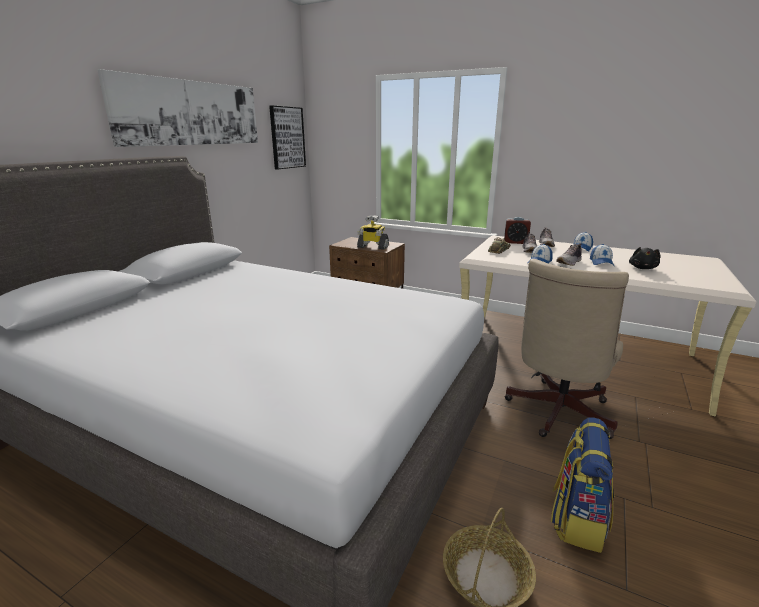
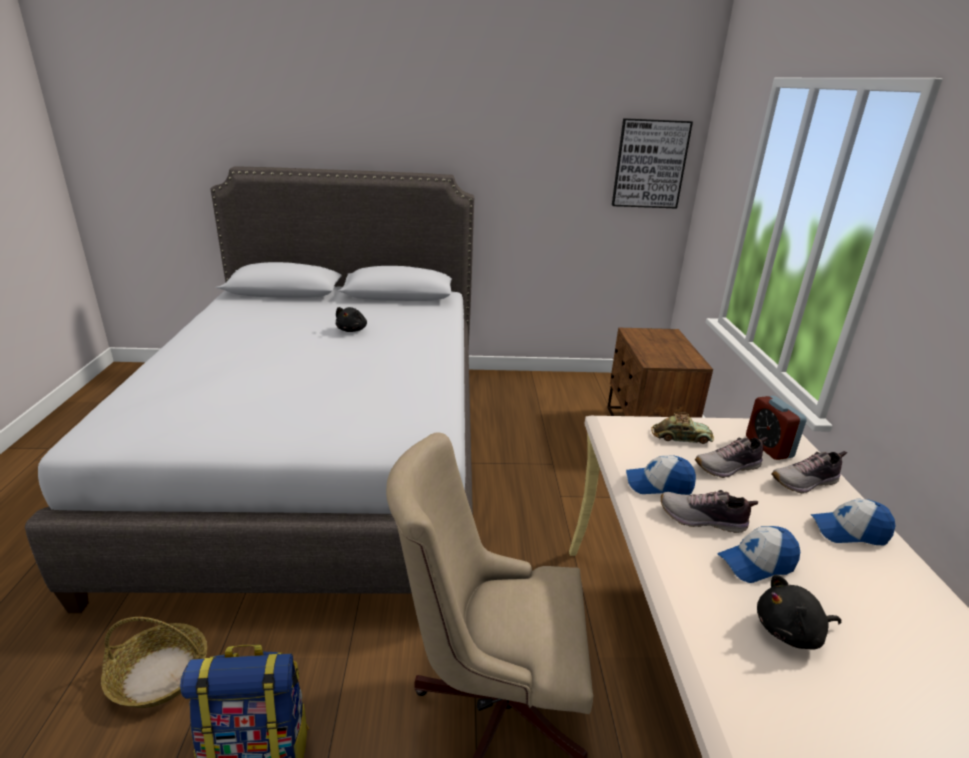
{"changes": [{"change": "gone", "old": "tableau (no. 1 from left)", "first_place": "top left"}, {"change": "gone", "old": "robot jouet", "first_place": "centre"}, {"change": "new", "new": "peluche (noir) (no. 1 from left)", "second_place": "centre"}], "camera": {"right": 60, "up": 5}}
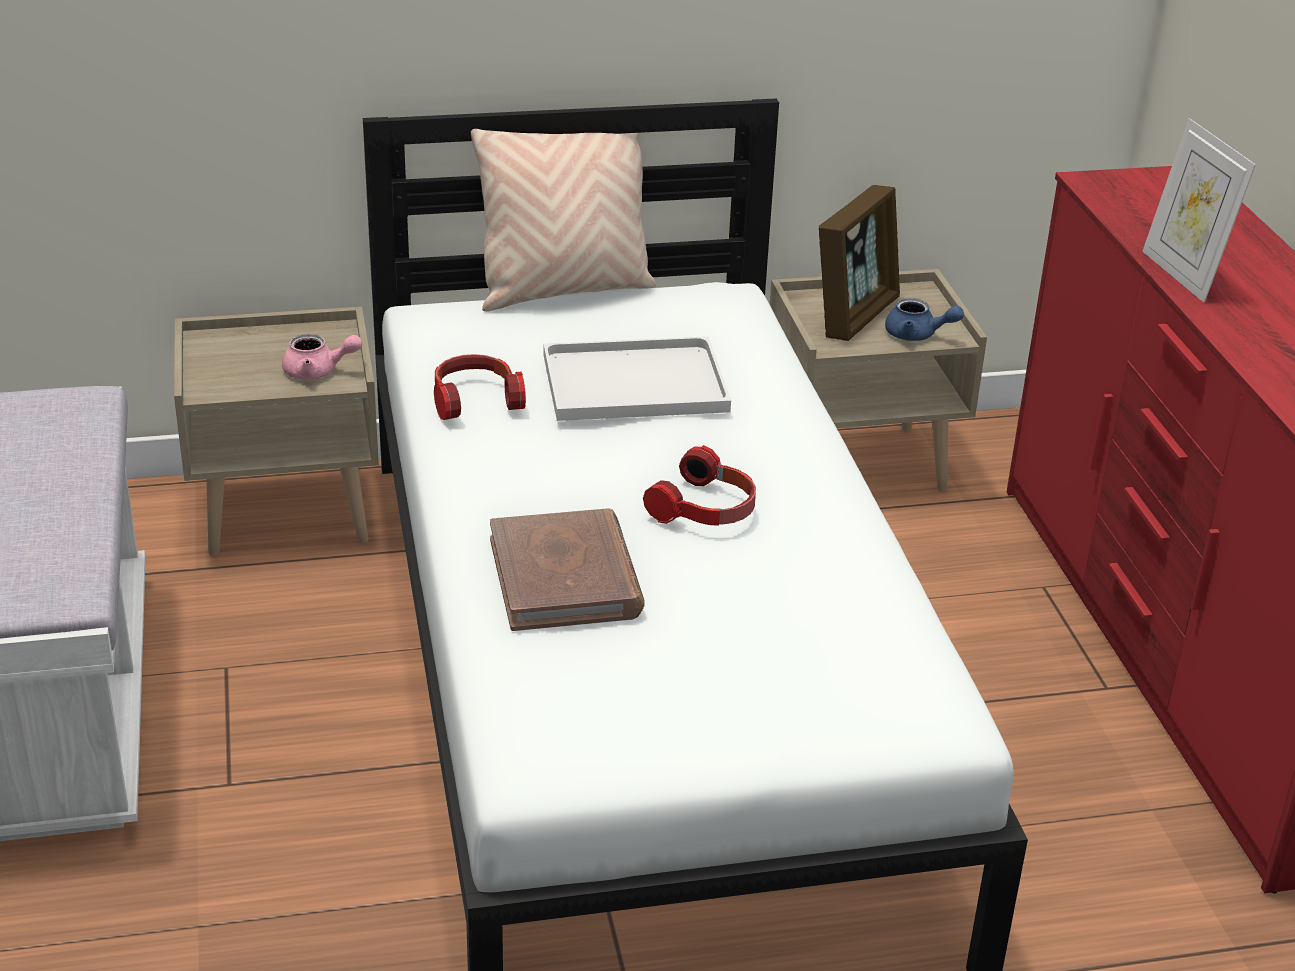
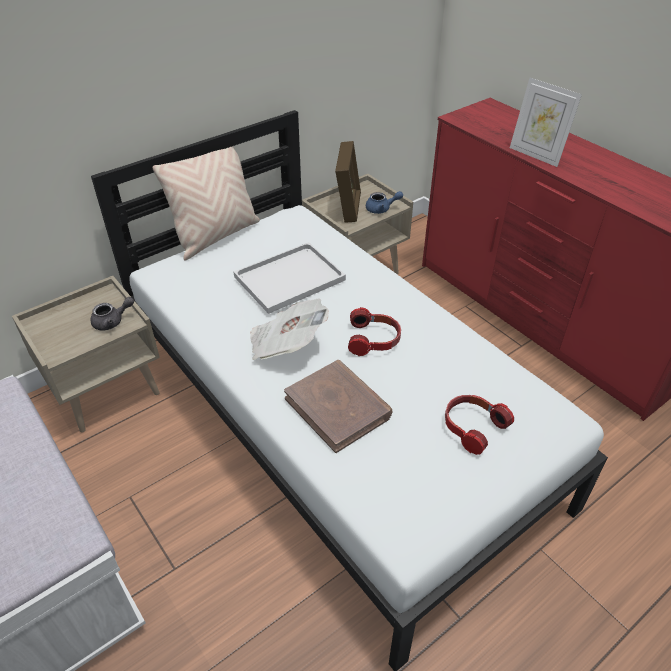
{"changes": [{"change": "repainted", "old": "théière (rose)", "new": "théière (gris)", "first_place": "middle left", "second_place": "middle left"}, {"change": "shifted", "old": "casque audio (no. 1 from left in the first image)", "new": "casque audio (no. 2 from left)", "first_place": "centre", "second_place": "middle right"}, {"change": "new", "new": "journal", "second_place": "centre"}], "camera": {"right": -25, "up": 10}}
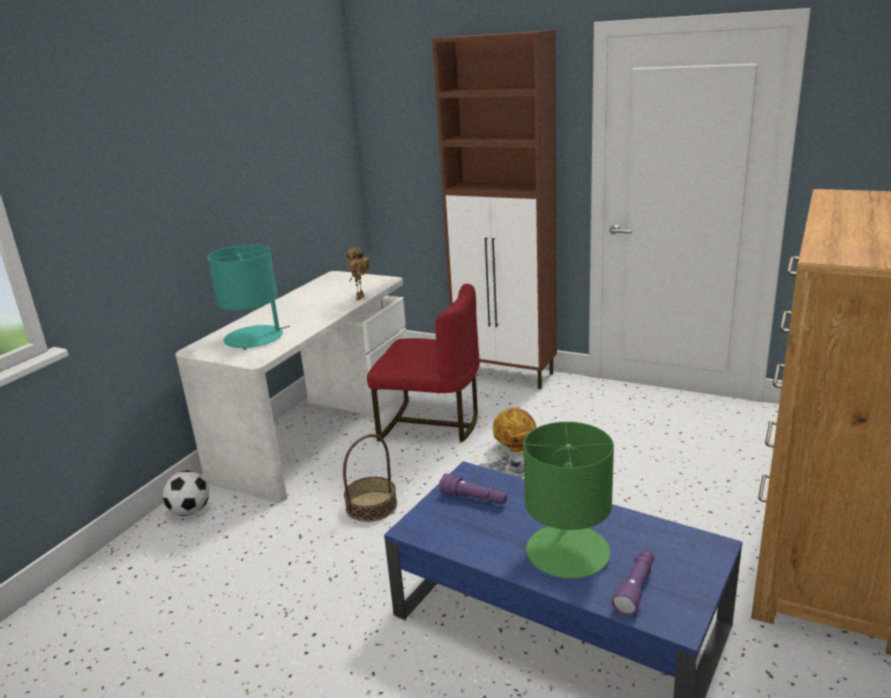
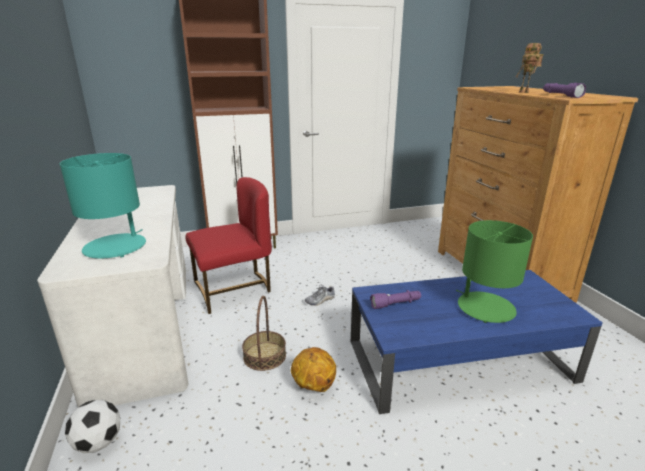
{"changes": [{"change": "shifted", "old": "robot jouet", "first_place": "centre", "second_place": "top right"}, {"change": "shifted", "old": "ballon de basket", "first_place": "centre", "second_place": "bottom centre"}, {"change": "shifted", "old": "lampe de poche (violet) (no. 2 from left)", "first_place": "bottom right", "second_place": "top right"}], "camera": {"right": -45, "up": 0}}
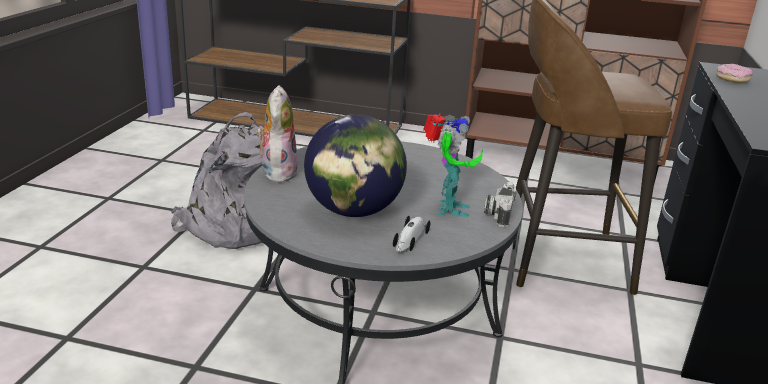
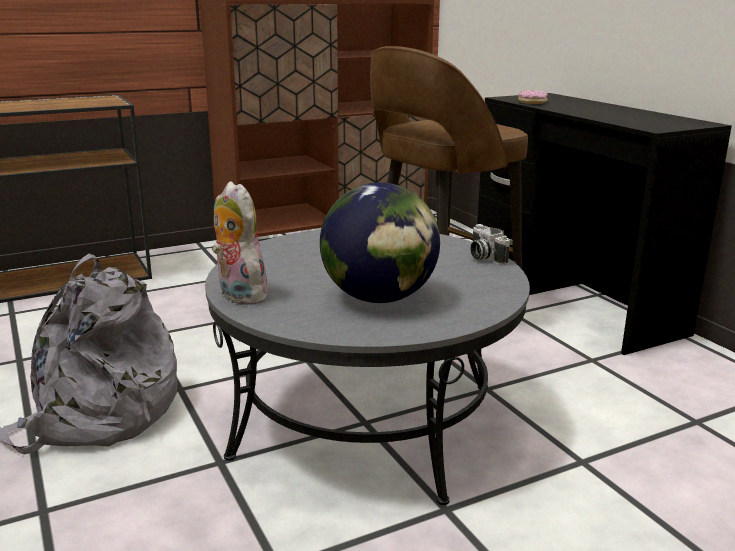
{"changes": [{"change": "gone", "old": "petite voiture", "first_place": "centre"}, {"change": "gone", "old": "robot jouet", "first_place": "centre"}], "camera": {"right": -40, "up": -5}}
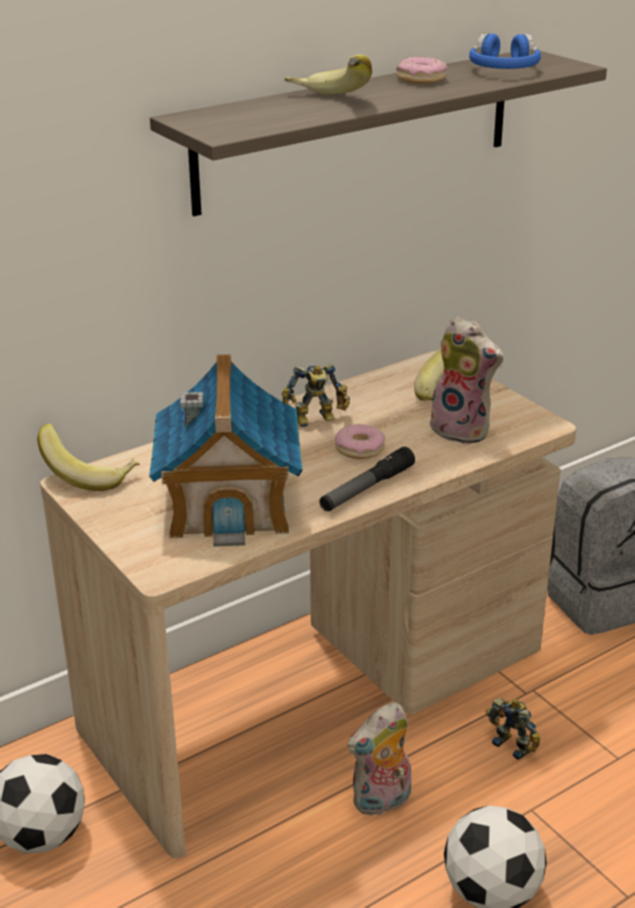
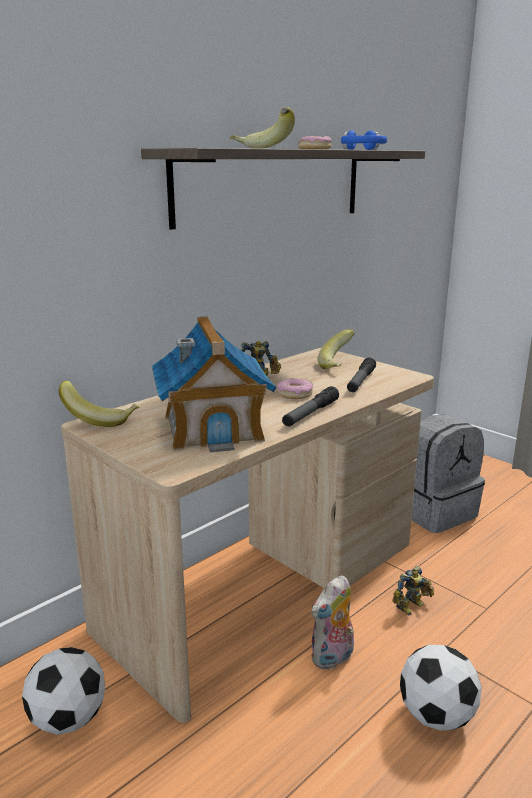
{"changes": [{"change": "swapped", "old": "peluche (no. 2 from left)", "new": "lampe de poche (no. 2 from left)", "first_place": "middle right", "second_place": "middle right"}, {"change": "rotated", "old": "robot jouet (no. 2 from left)", "first_place": "bottom right", "second_place": "bottom right", "degrees": 105}], "camera": {"right": -10, "up": -10}}
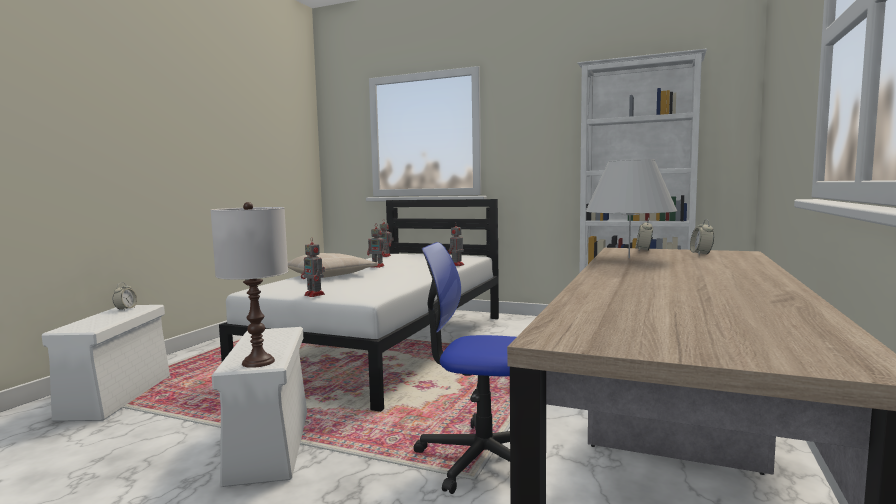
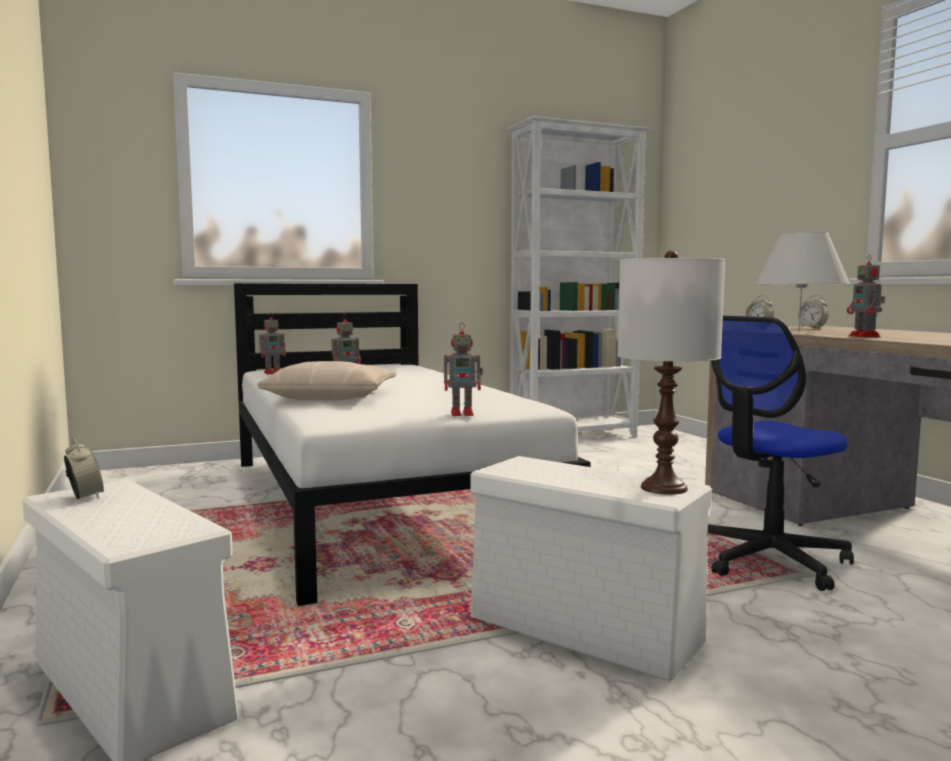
{"changes": [{"change": "shifted", "old": "robot jouet (no. 4 from left)", "first_place": "centre", "second_place": "middle right"}], "camera": {"right": -45, "up": 0}}
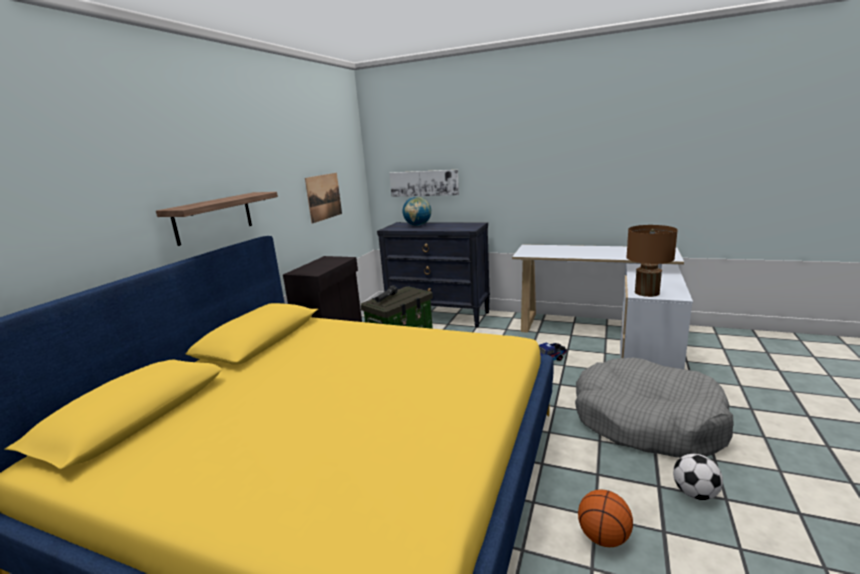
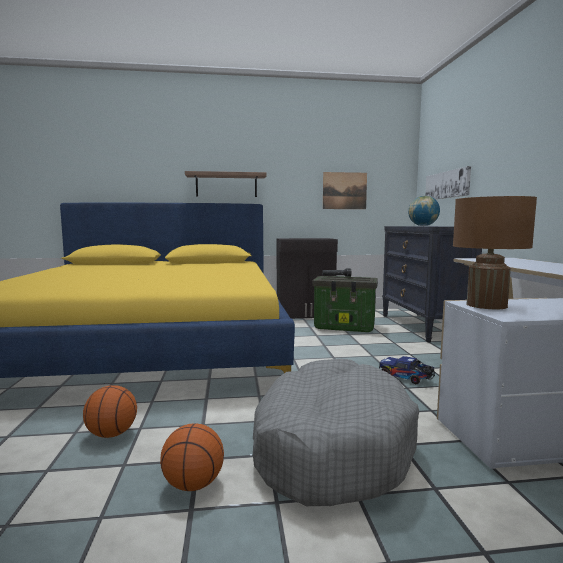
{"changes": [{"change": "swapped", "old": "ballon de foot", "new": "ballon de basket (no. 2 from left)", "first_place": "bottom right", "second_place": "bottom centre"}], "camera": {"right": 60, "up": -10}}
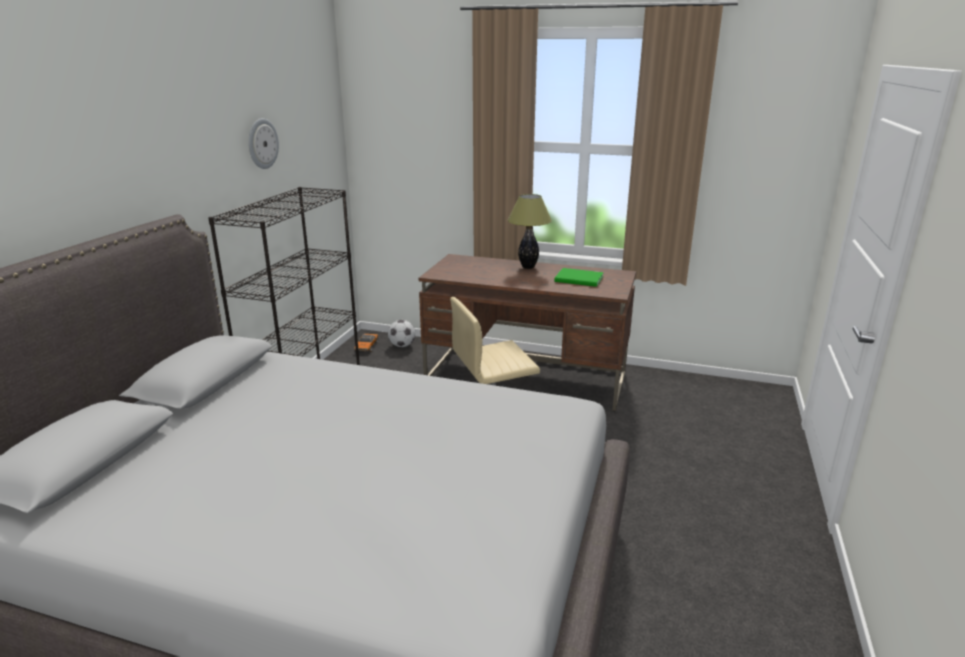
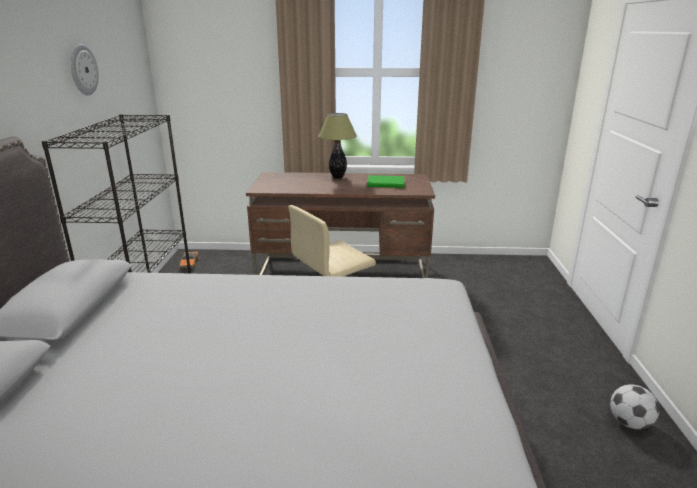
{"changes": [{"change": "shifted", "old": "ballon de foot", "first_place": "centre", "second_place": "bottom right"}], "camera": {"right": -15, "up": 0}}
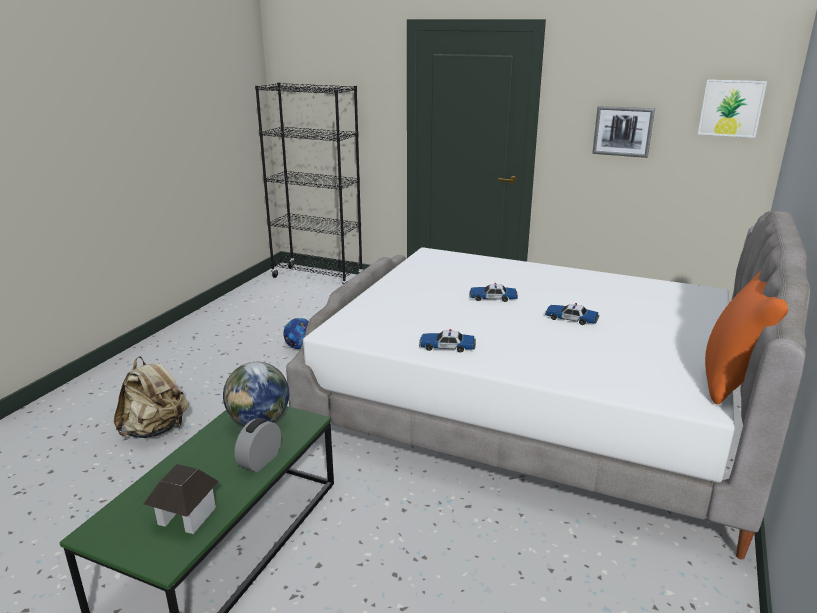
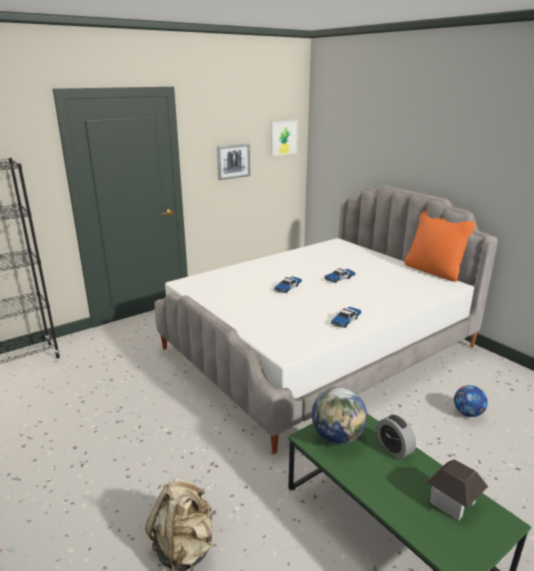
{"changes": [{"change": "shifted", "old": "ballon de foot", "first_place": "centre", "second_place": "bottom right"}], "camera": {"right": -60, "up": 0}}
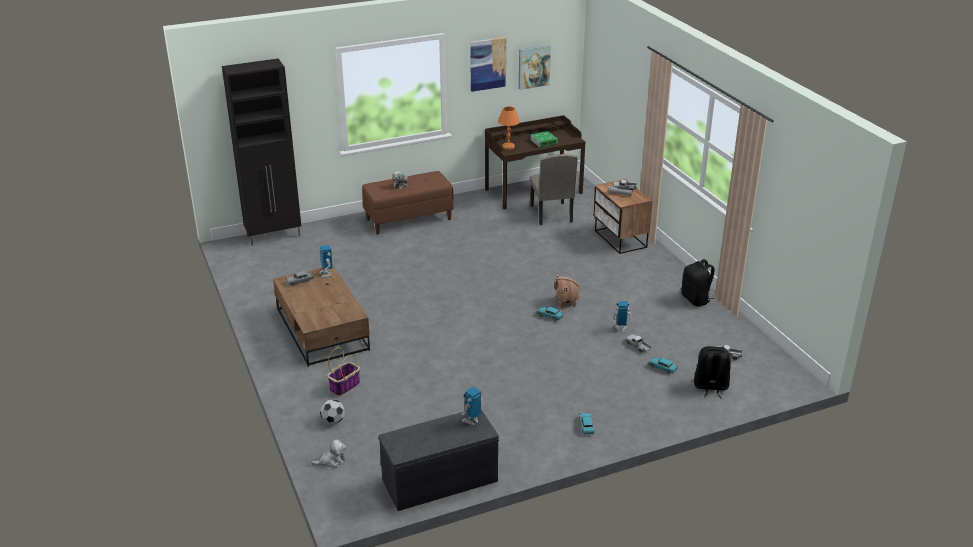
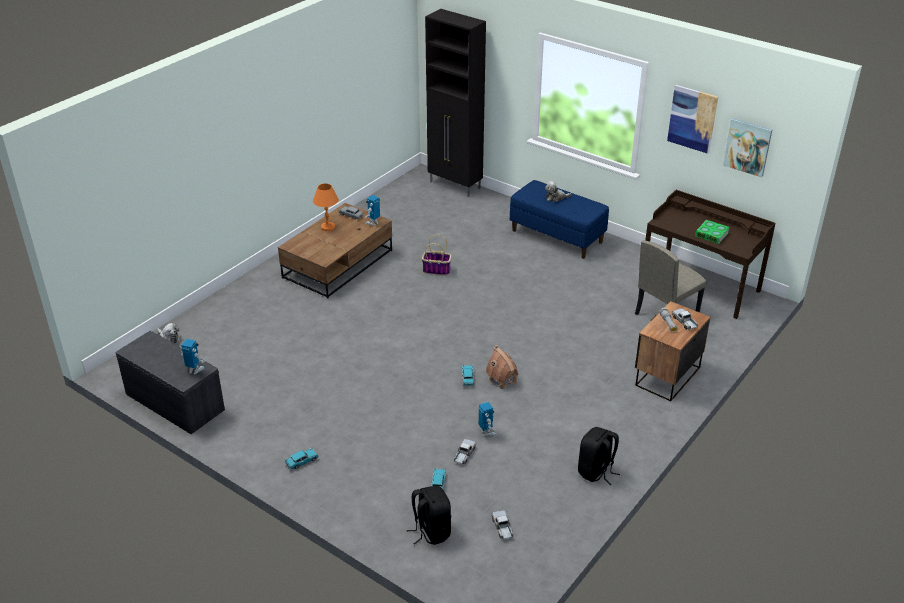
{"changes": [{"change": "gone", "old": "ballon de foot", "first_place": "bottom centre"}, {"change": "shifted", "old": "panier", "first_place": "bottom centre", "second_place": "centre"}, {"change": "repainted", "old": "banc (marron)", "new": "banc (bleu)", "first_place": "centre", "second_place": "centre"}, {"change": "shifted", "old": "lampe de table (orange)", "first_place": "top centre", "second_place": "centre"}], "camera": {"right": 60, "up": 5}}
